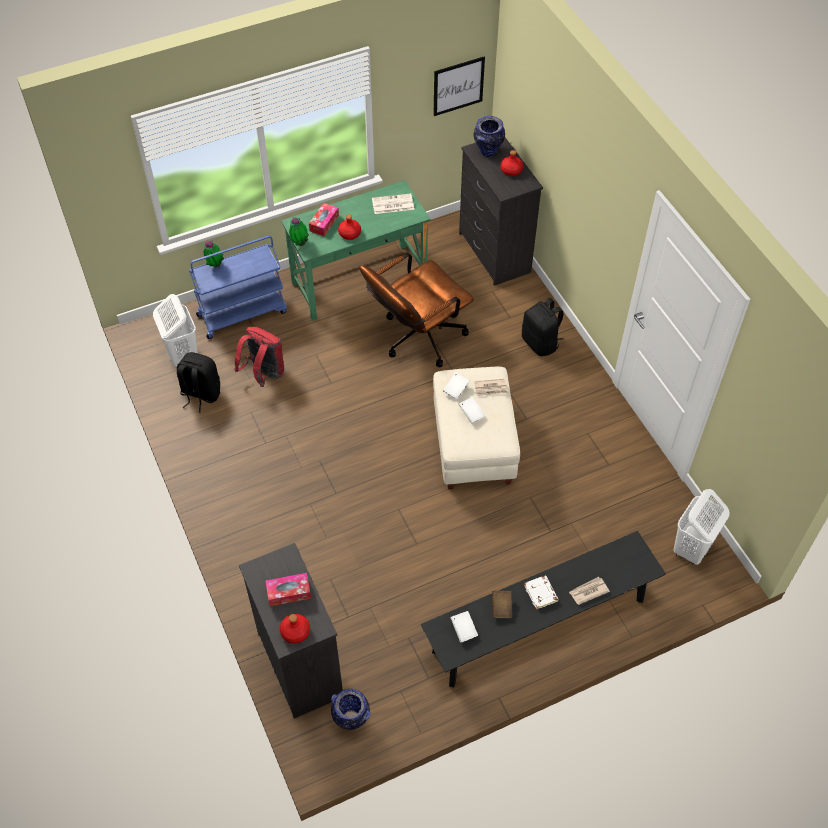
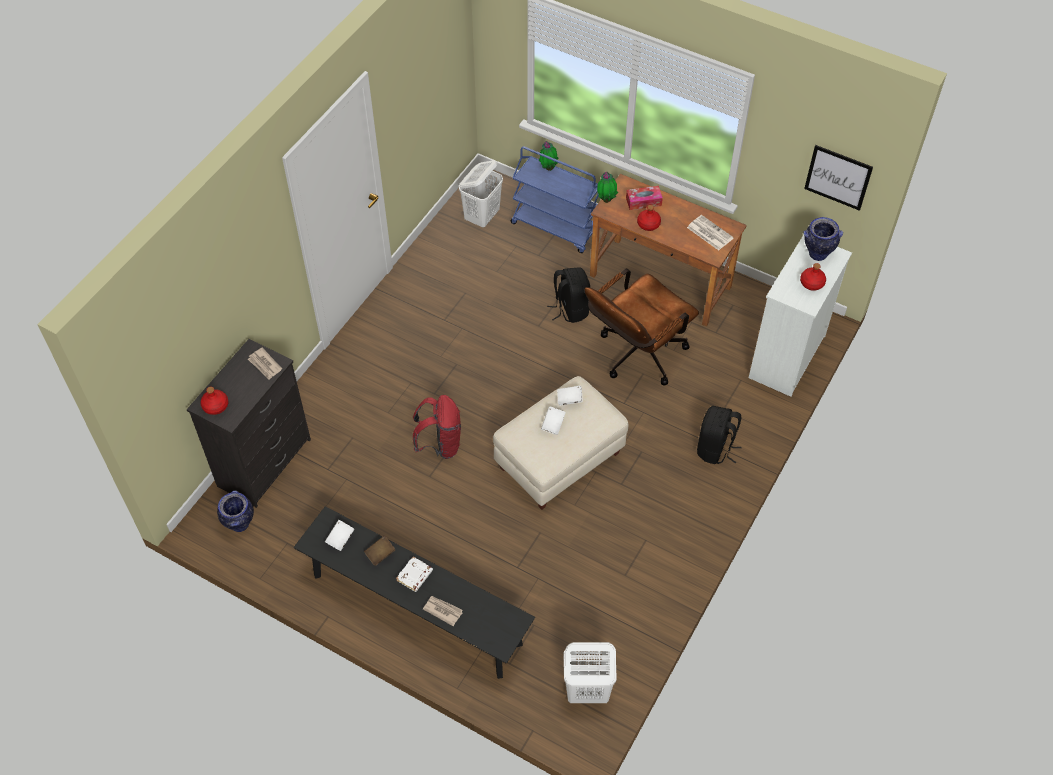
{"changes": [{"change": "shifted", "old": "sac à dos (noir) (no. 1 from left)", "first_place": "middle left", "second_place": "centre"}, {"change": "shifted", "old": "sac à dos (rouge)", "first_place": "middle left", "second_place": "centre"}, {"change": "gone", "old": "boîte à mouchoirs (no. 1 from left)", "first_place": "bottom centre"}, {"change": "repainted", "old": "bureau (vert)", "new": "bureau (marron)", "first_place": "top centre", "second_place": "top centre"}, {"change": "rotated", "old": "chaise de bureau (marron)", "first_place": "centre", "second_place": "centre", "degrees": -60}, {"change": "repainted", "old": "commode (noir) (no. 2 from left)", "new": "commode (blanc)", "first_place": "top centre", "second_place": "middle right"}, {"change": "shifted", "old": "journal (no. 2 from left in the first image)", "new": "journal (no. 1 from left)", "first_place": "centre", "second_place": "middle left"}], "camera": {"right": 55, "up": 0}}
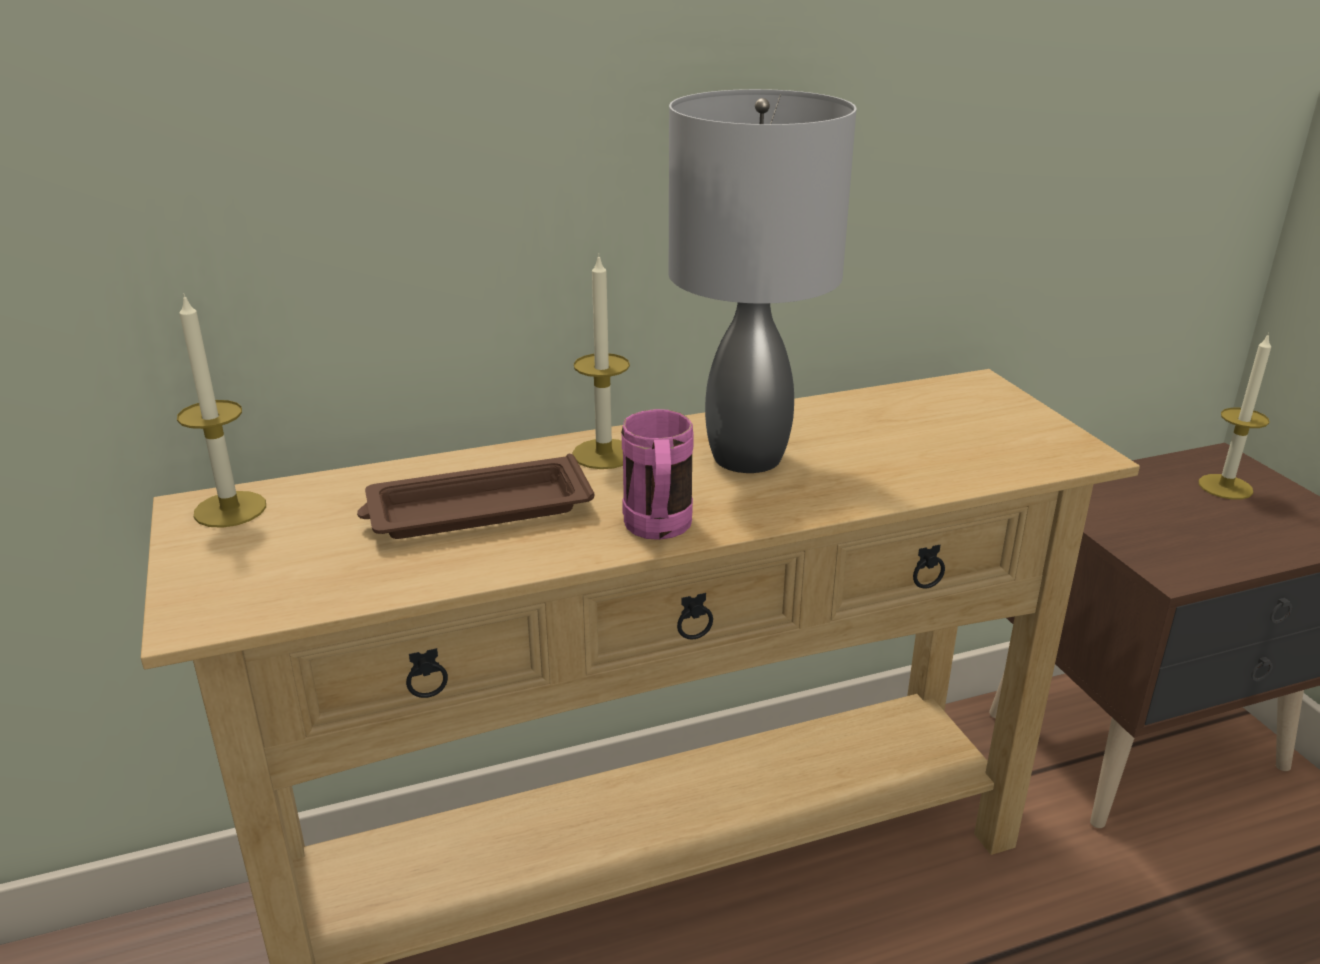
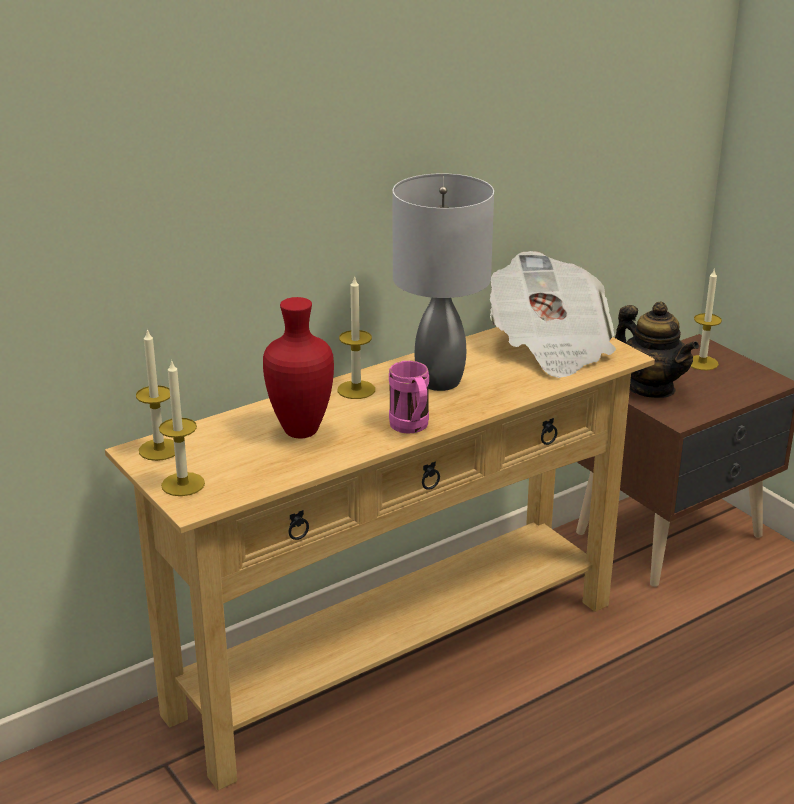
{"changes": [{"change": "swapped", "old": "plateau (marron)", "new": "vase (rouge)", "first_place": "centre", "second_place": "centre"}, {"change": "new", "new": "bougie (no. 2 from left)", "second_place": "middle left"}, {"change": "new", "new": "journal", "second_place": "middle right"}, {"change": "new", "new": "théière", "second_place": "middle right"}], "camera": {"right": -15, "up": 0}}
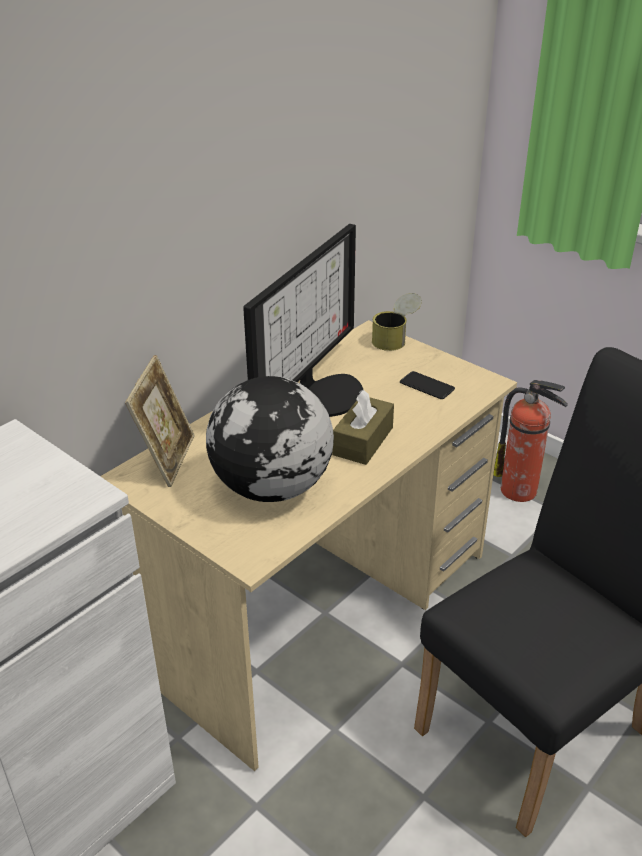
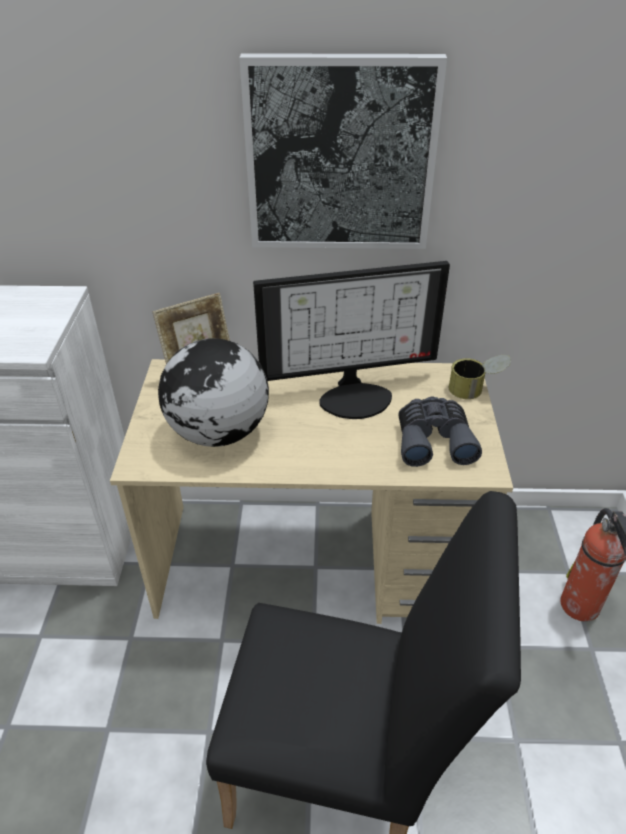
{"changes": [{"change": "gone", "old": "boîte à mouchoirs (marron)", "first_place": "centre"}, {"change": "swapped", "old": "téléphone", "new": "jumelles (gris)", "first_place": "centre", "second_place": "middle right"}, {"change": "new", "new": "tableau", "second_place": "top centre"}], "camera": {"right": 50, "up": 5}}
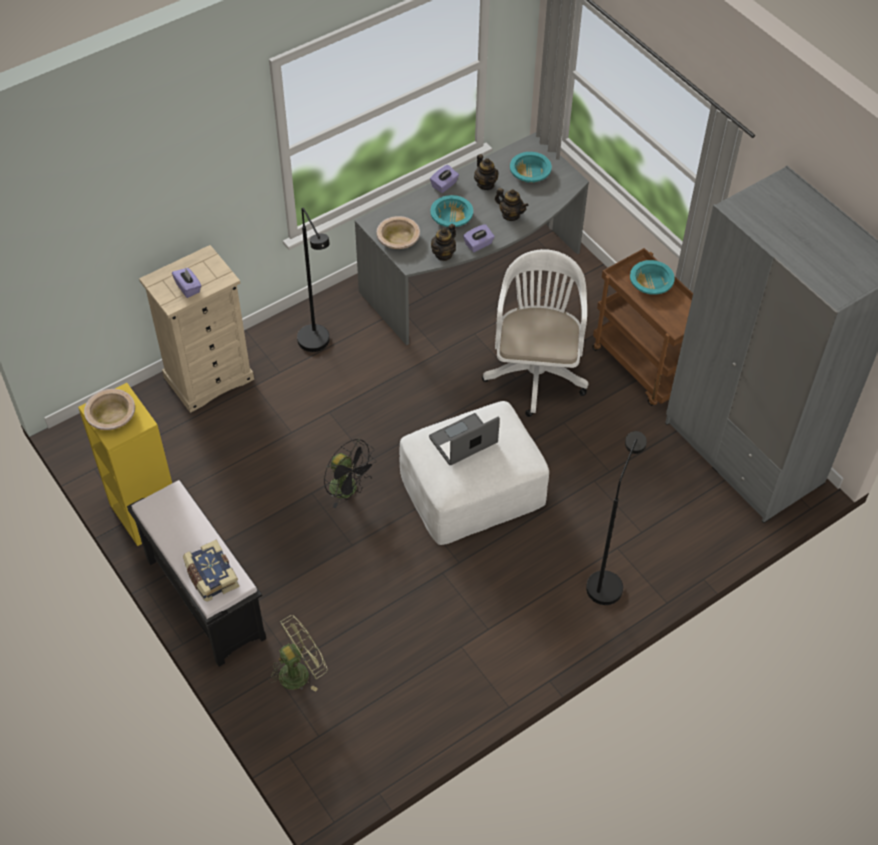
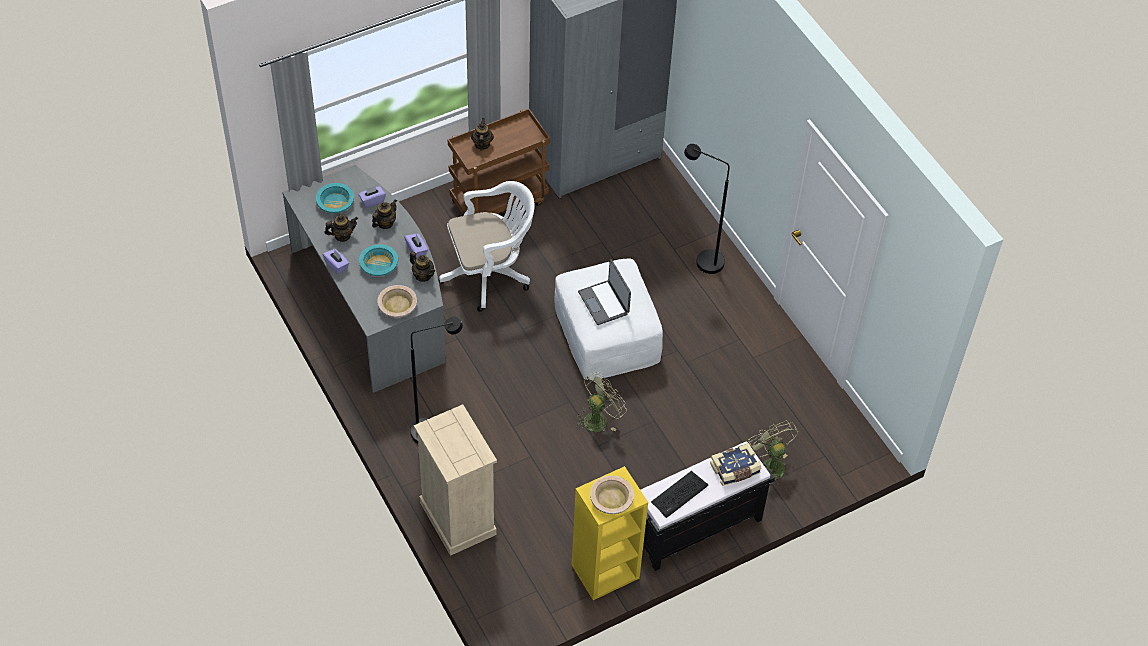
{"changes": [{"change": "shifted", "old": "boîte à mouchoirs (violet) (no. 1 from left in the first image)", "new": "boîte à mouchoirs (violet) (no. 2 from left)", "first_place": "middle left", "second_place": "top left"}, {"change": "repainted", "old": "ventilateur (noir)", "new": "ventilateur (vert) (no. 1 from left)", "first_place": "centre", "second_place": "centre"}, {"change": "rotated", "old": "chaise de bureau (blanc)", "first_place": "centre", "second_place": "centre", "degrees": 150}, {"change": "swapped", "old": "bol (turquoise) (no. 3 from left)", "new": "théière (no. 4 from left)", "first_place": "top right", "second_place": "top centre"}, {"change": "new", "new": "clavier", "second_place": "bottom centre"}], "camera": {"right": -85, "up": 0}}
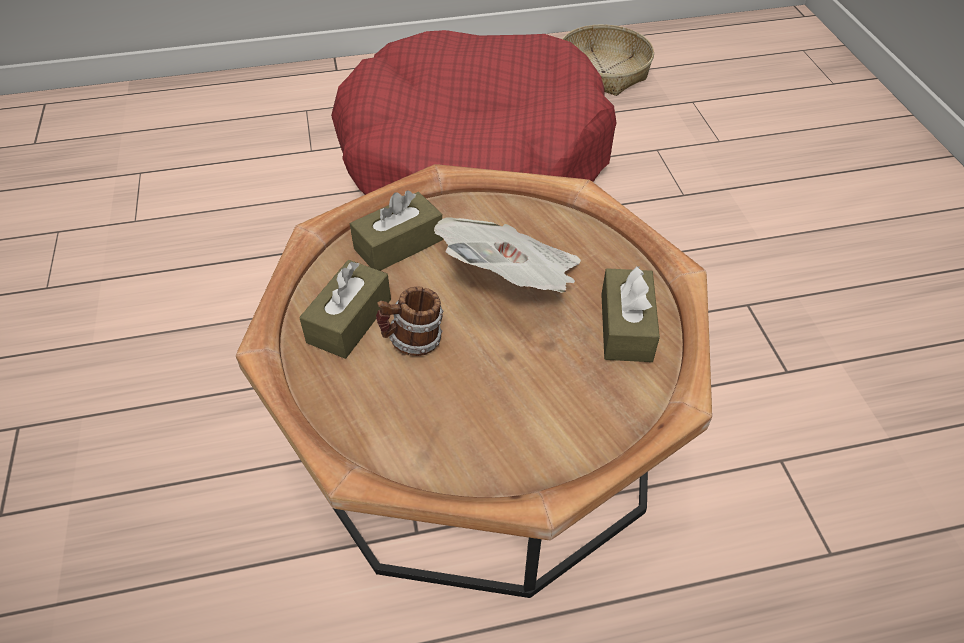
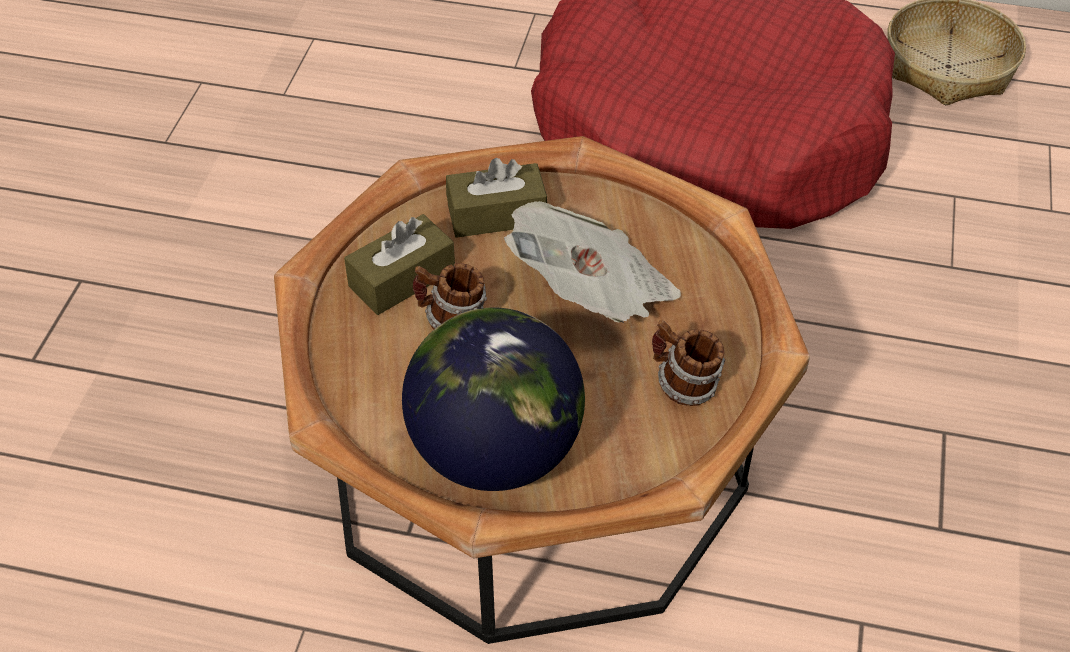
{"changes": [{"change": "swapped", "old": "boîte à mouchoirs (marron) (no. 3 from left)", "new": "mug (no. 2 from left)", "first_place": "centre", "second_place": "centre"}, {"change": "new", "new": "globe", "second_place": "centre"}], "camera": {"right": 25, "up": 0}}
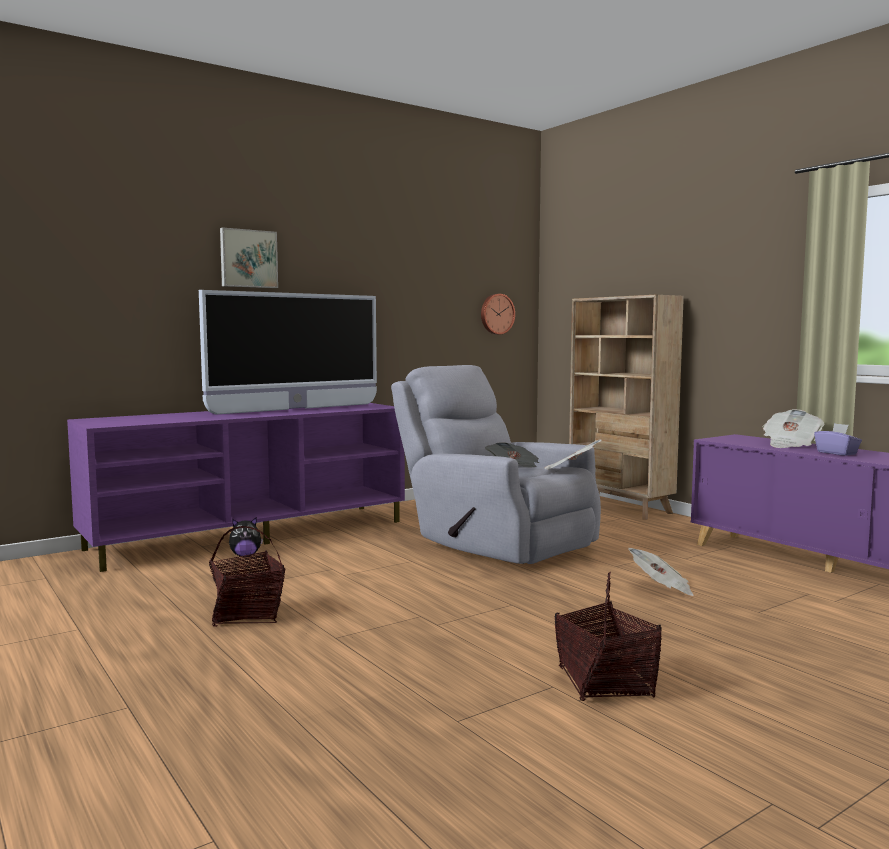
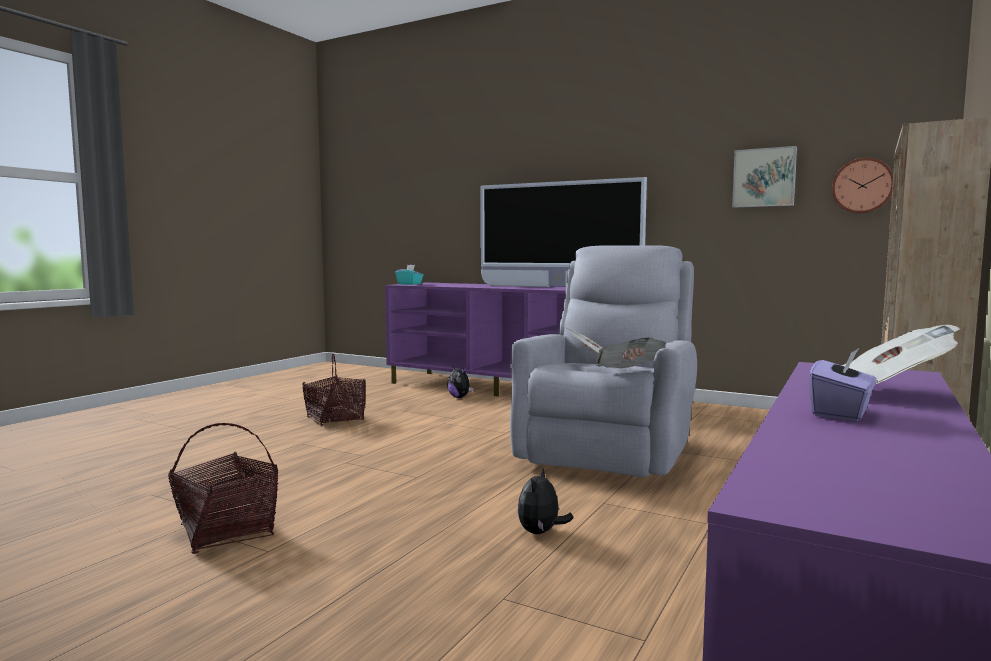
{"changes": [{"change": "shifted", "old": "tableau", "first_place": "top left", "second_place": "top right"}, {"change": "swapped", "old": "journal (no. 3 from left)", "new": "peluche (no. 2 from left)", "first_place": "bottom right", "second_place": "bottom centre"}, {"change": "new", "new": "boîte à mouchoirs (turquoise)", "second_place": "centre"}], "camera": {"right": 65, "up": 0}}
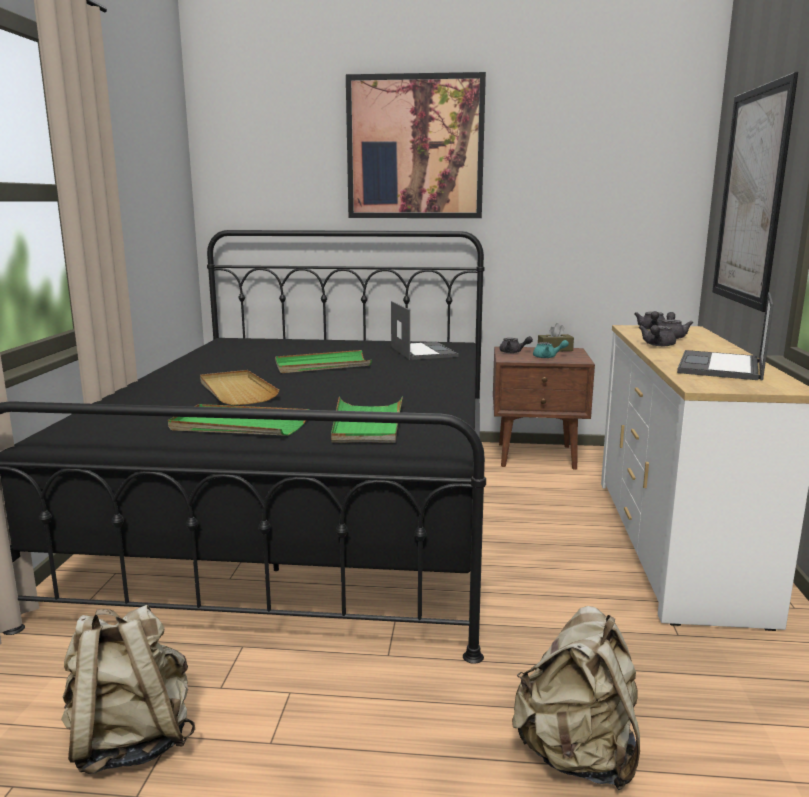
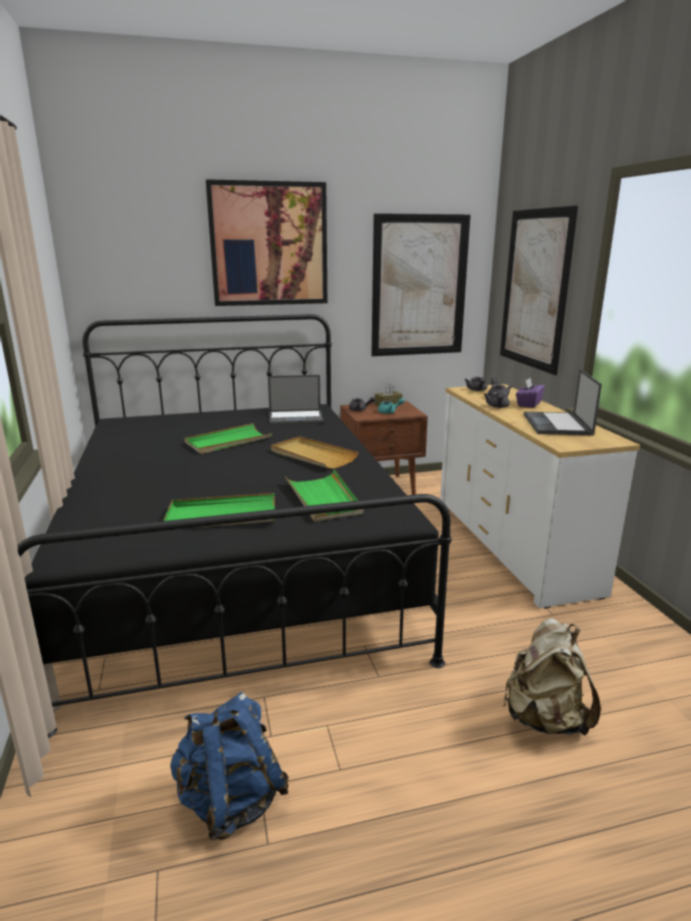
{"changes": [{"change": "repainted", "old": "sac à dos (beige) (no. 1 from left)", "new": "sac à dos (bleu)", "first_place": "bottom left", "second_place": "bottom left"}, {"change": "shifted", "old": "plateau (beige)", "first_place": "middle left", "second_place": "centre"}, {"change": "rotated", "old": "ordinateur portable (no. 1 from left)", "first_place": "centre", "second_place": "centre", "degrees": 120}, {"change": "new", "new": "tableau (no. 2 from left)", "second_place": "top centre"}, {"change": "new", "new": "boîte à mouchoirs (violet)", "second_place": "middle right"}], "camera": {"right": -20, "up": 5}}
